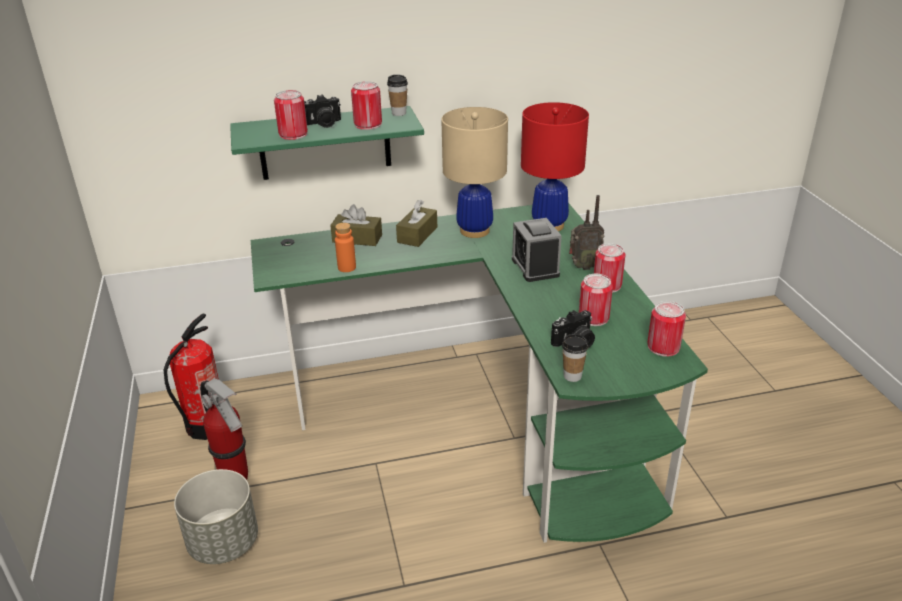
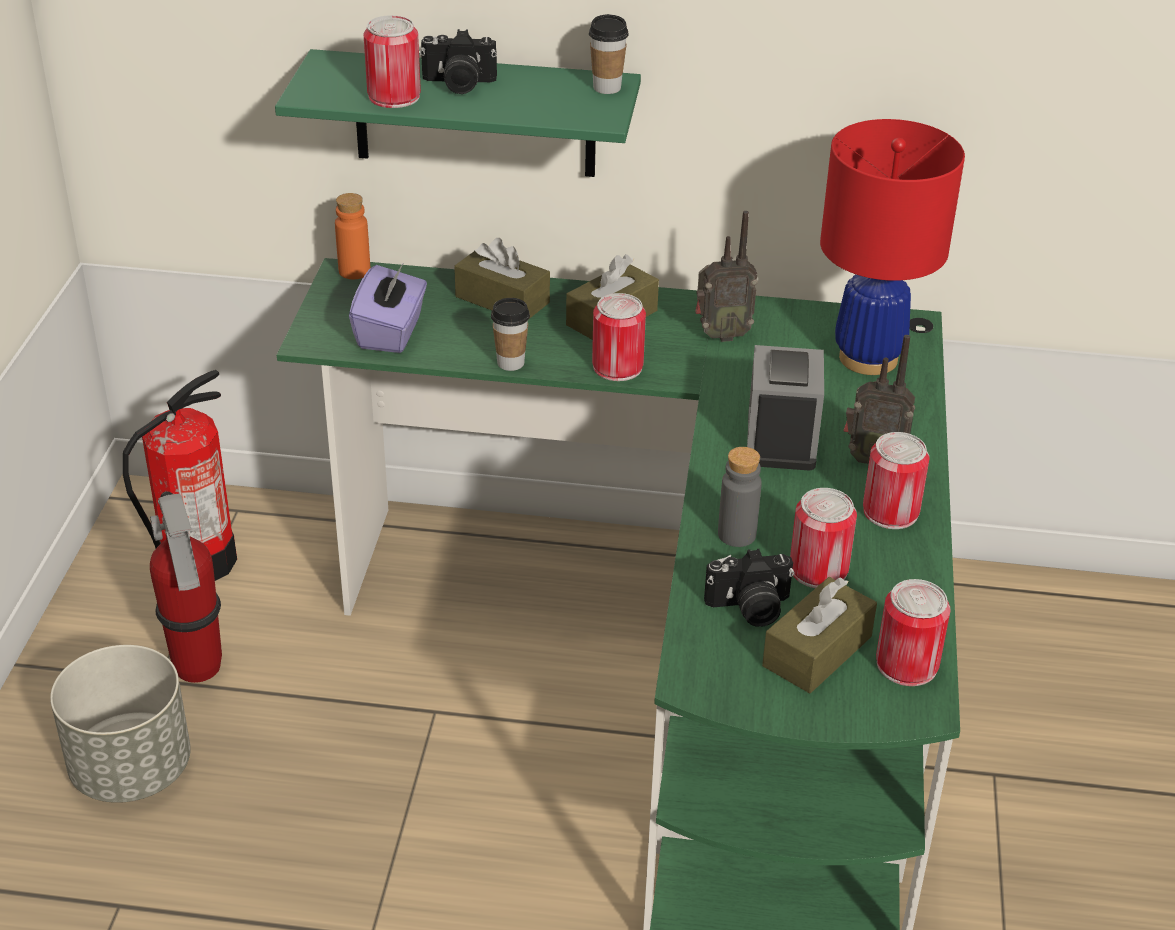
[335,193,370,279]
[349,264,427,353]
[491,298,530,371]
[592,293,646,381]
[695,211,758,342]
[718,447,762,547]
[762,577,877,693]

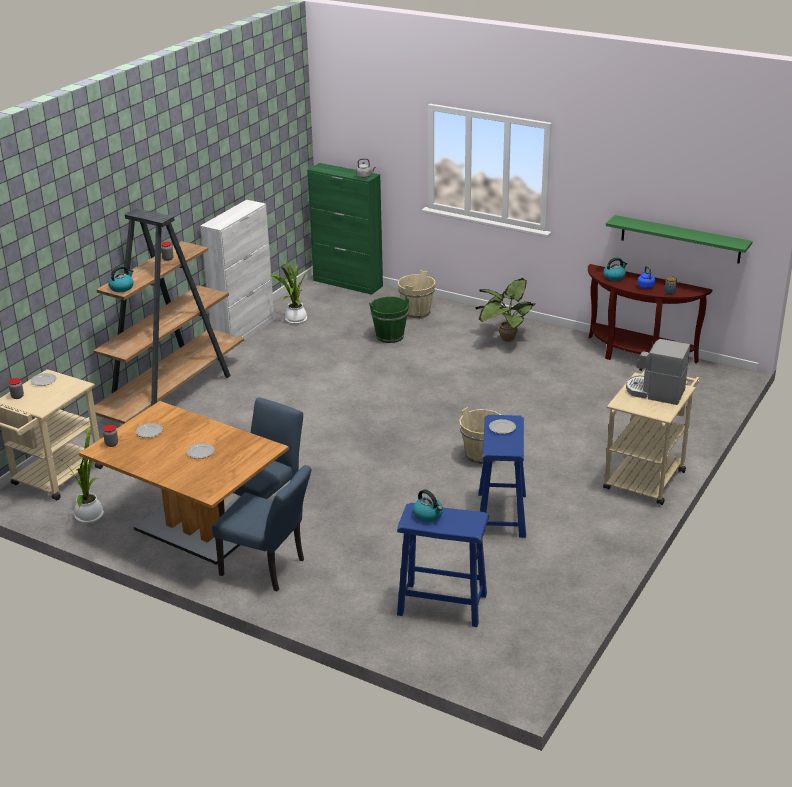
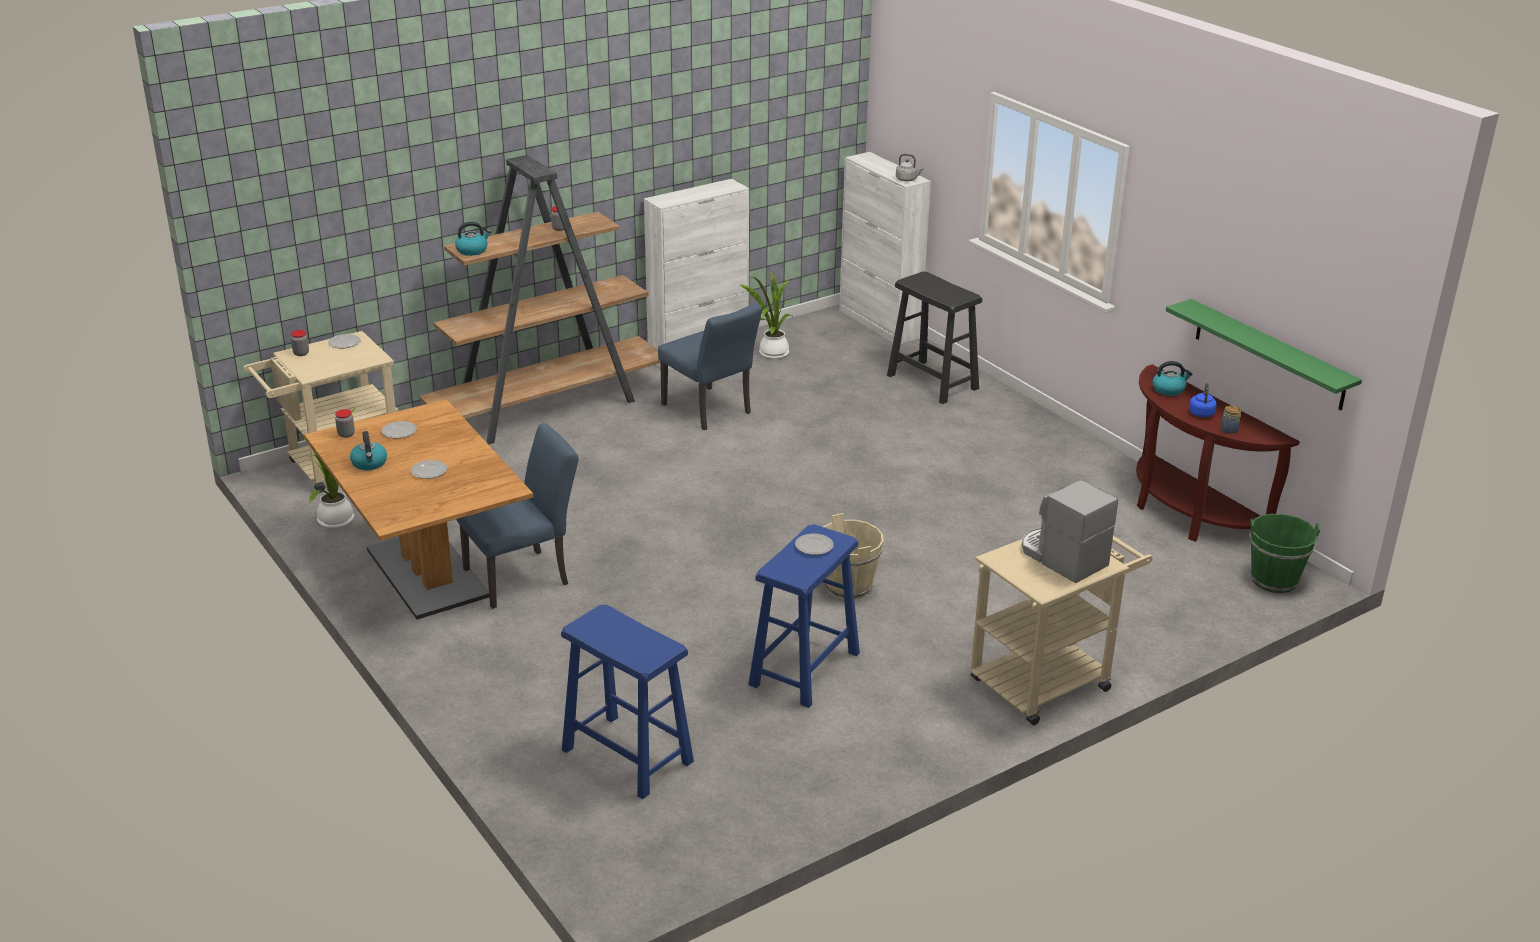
[350,431,387,470]
[658,303,762,430]
[839,152,931,344]
[887,271,982,404]
[1249,514,1320,593]
[475,278,535,342] (first image)

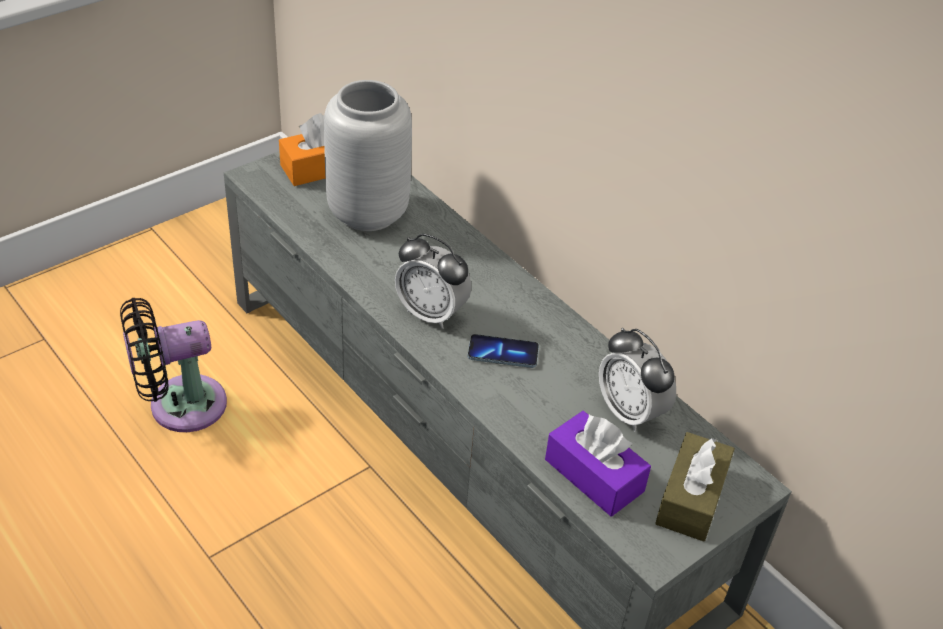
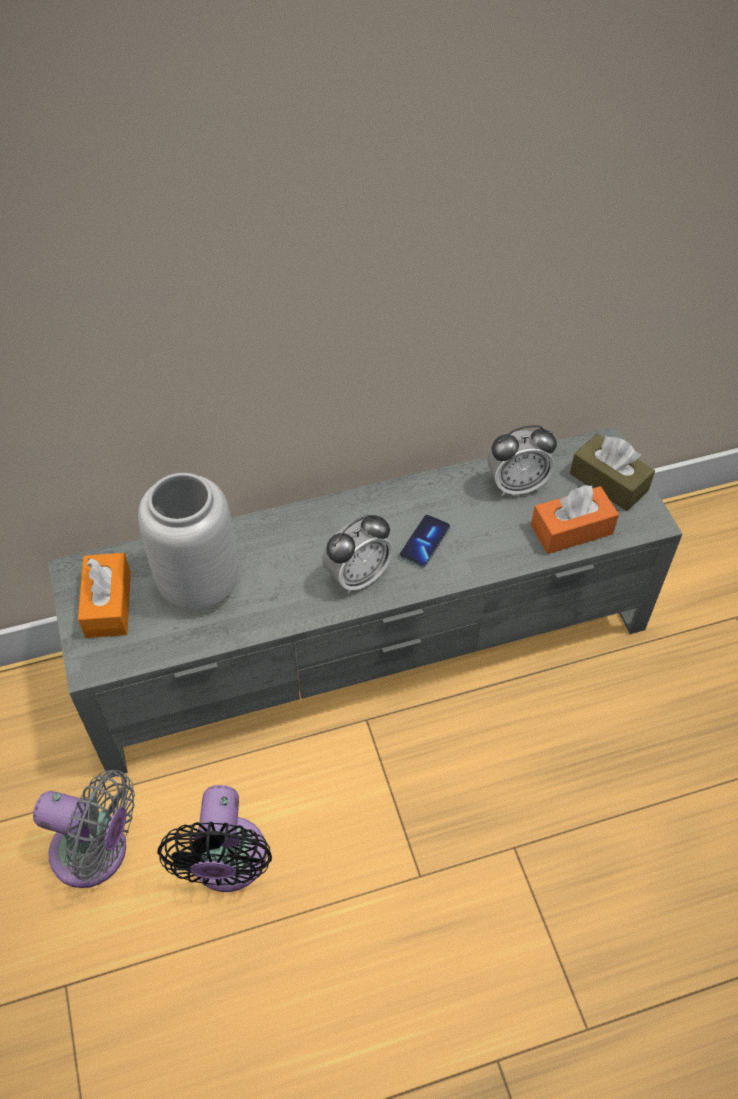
[33,770,135,888]
[531,485,619,554]

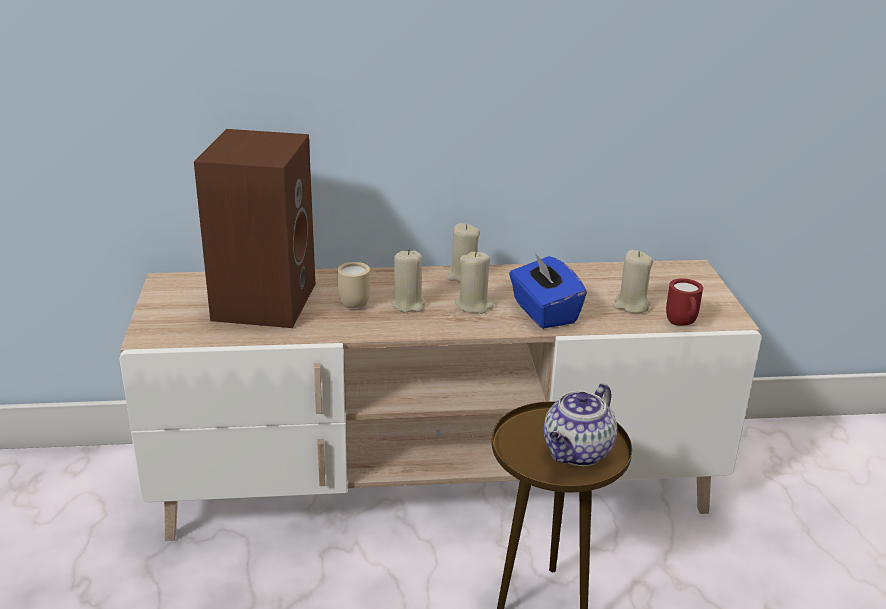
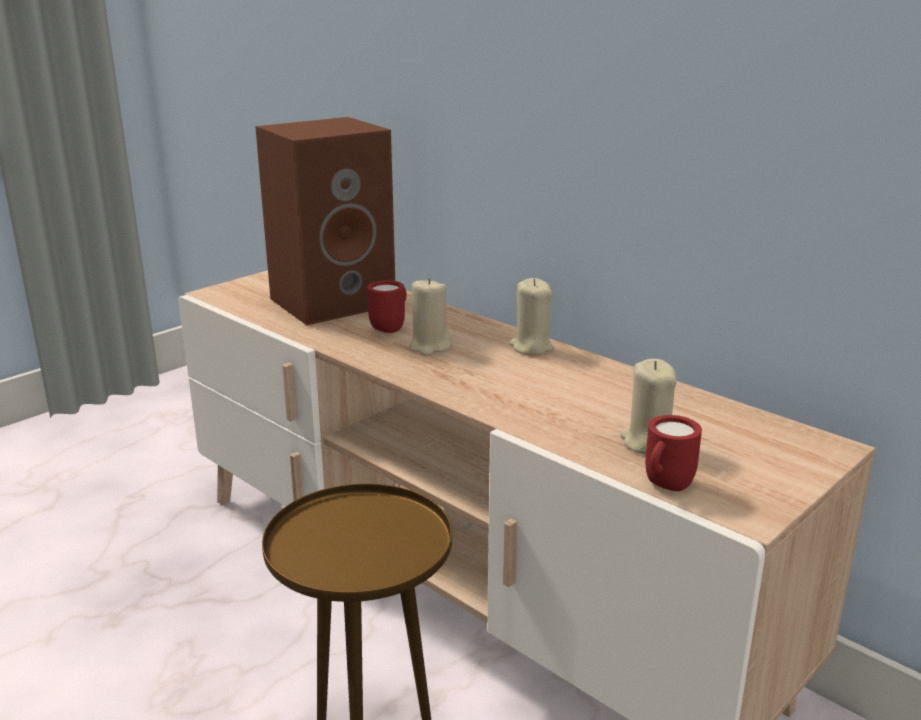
[367,280,407,333]
[455,251,494,314] (first image)
[509,253,587,329] (first image)
[544,383,617,466] (first image)

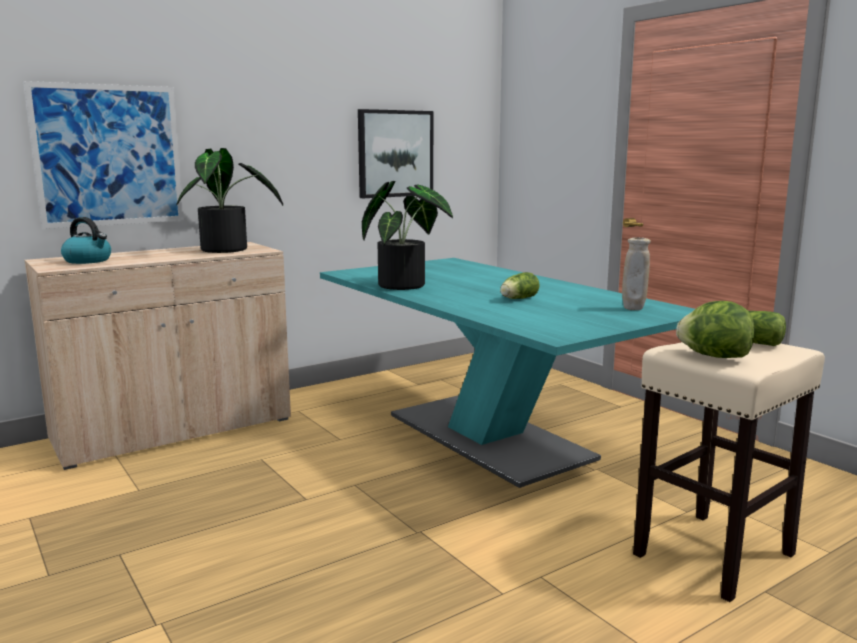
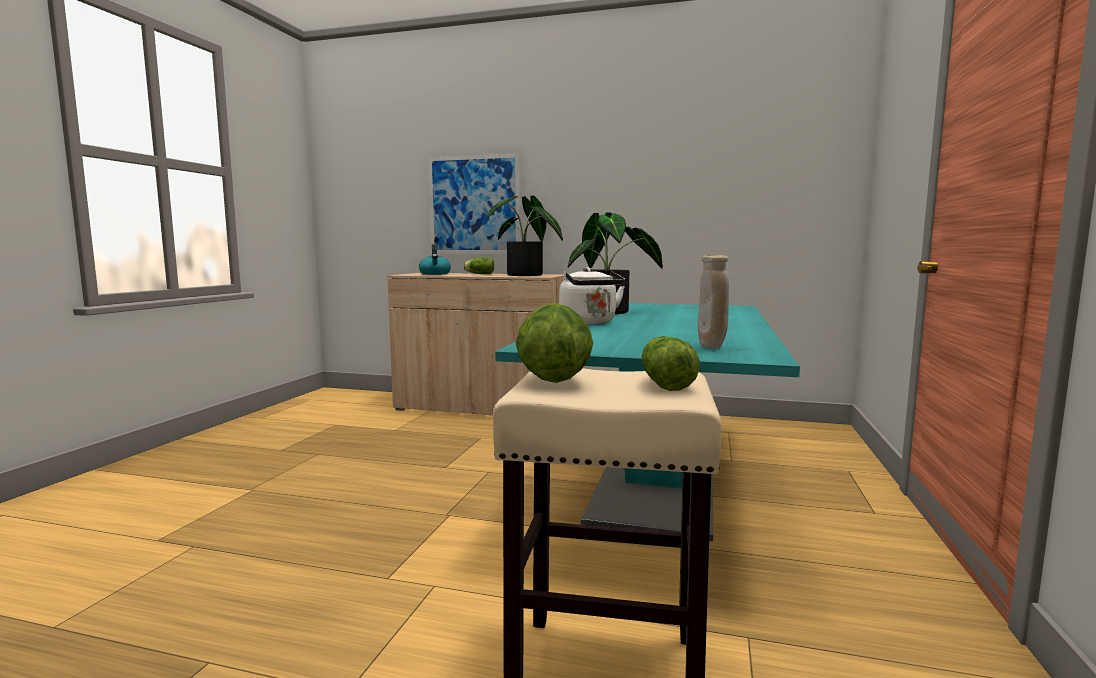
[463,257,494,274]
[559,267,625,325]
[358,109,433,198] (first image)

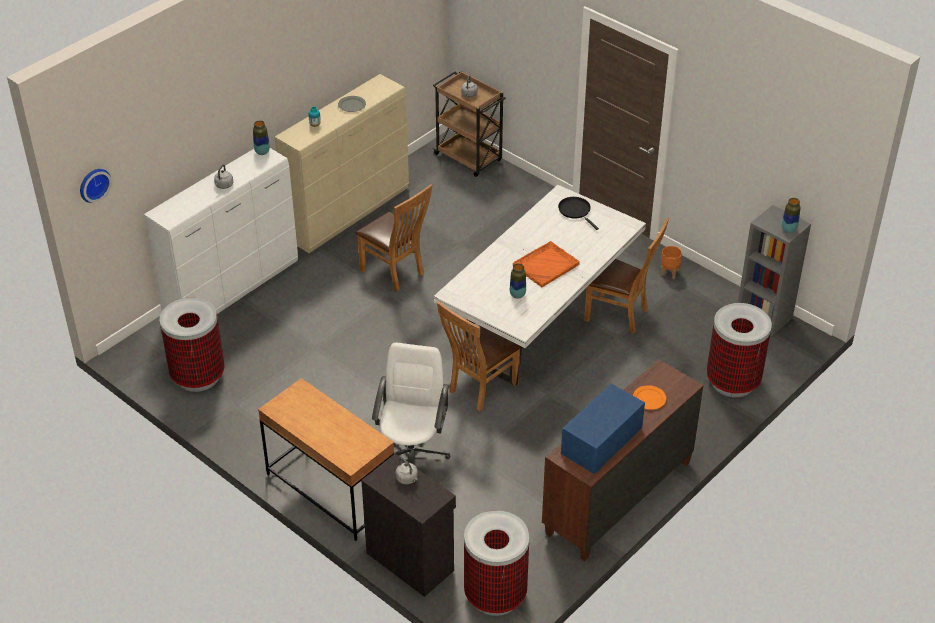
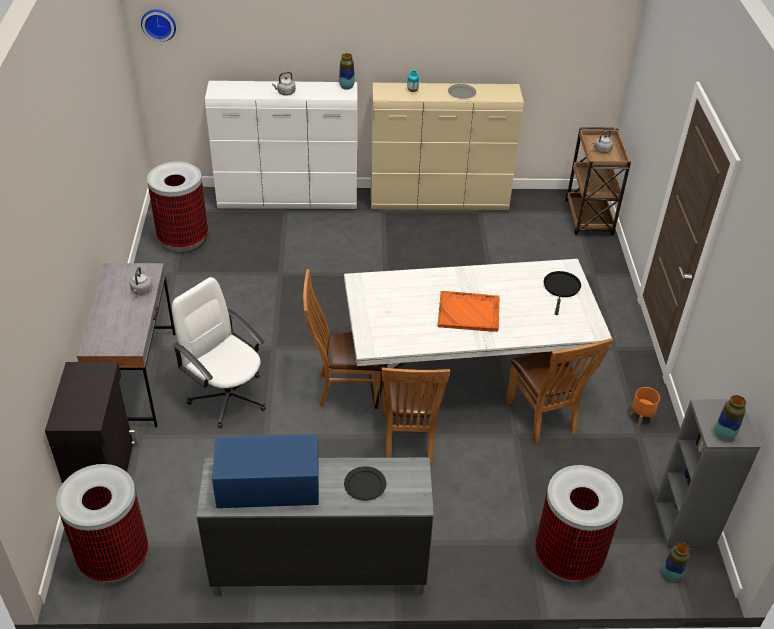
[77,263,175,427]
[130,267,152,295]
[172,277,266,429]
[196,458,434,596]
[344,466,386,501]
[382,367,450,462]
[663,542,690,581]

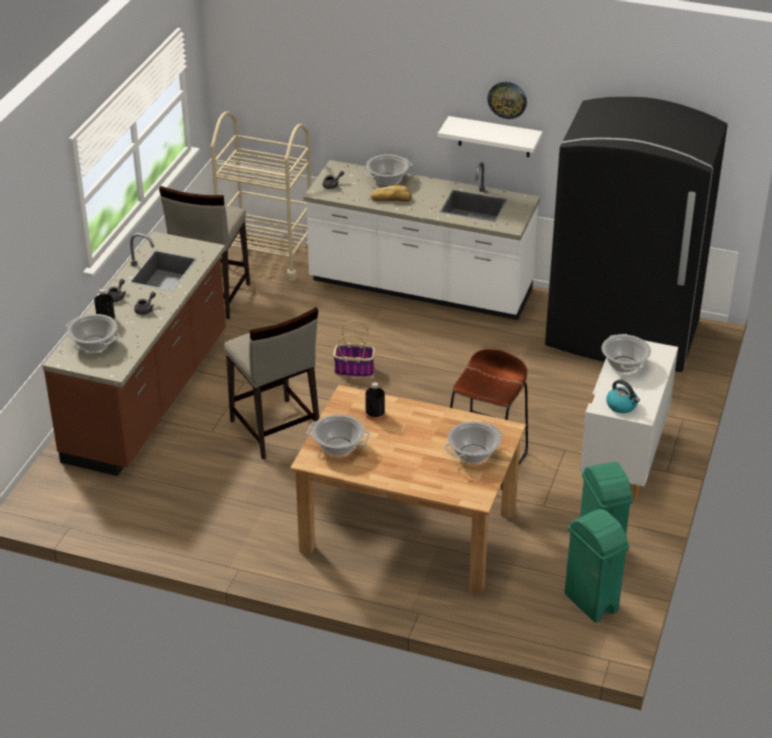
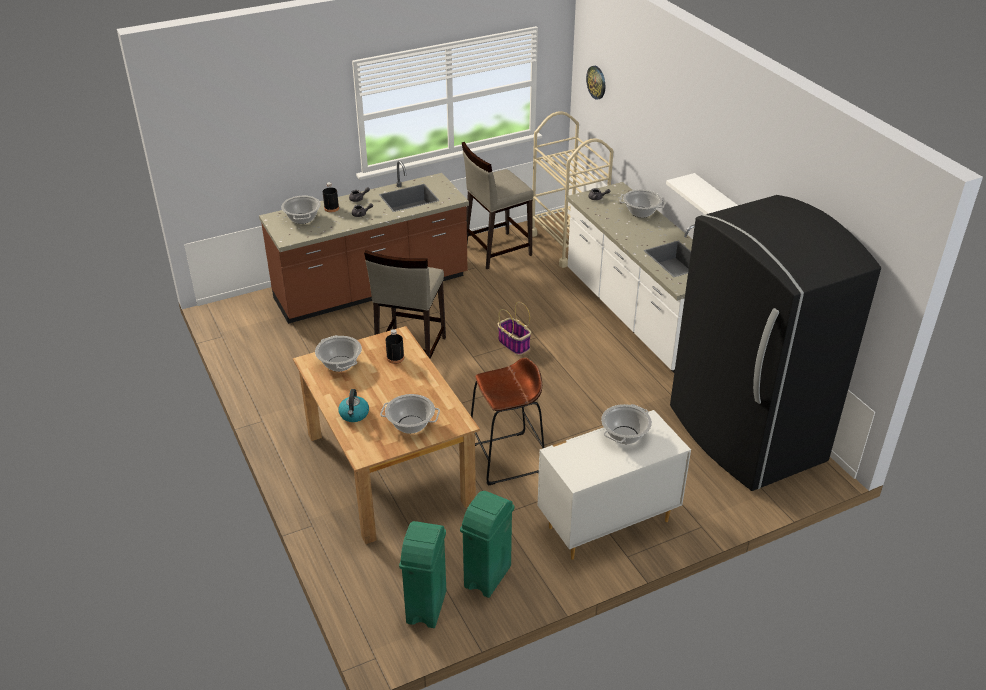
[338,389,369,422]
[586,66,605,100]
[371,185,412,202] (first image)

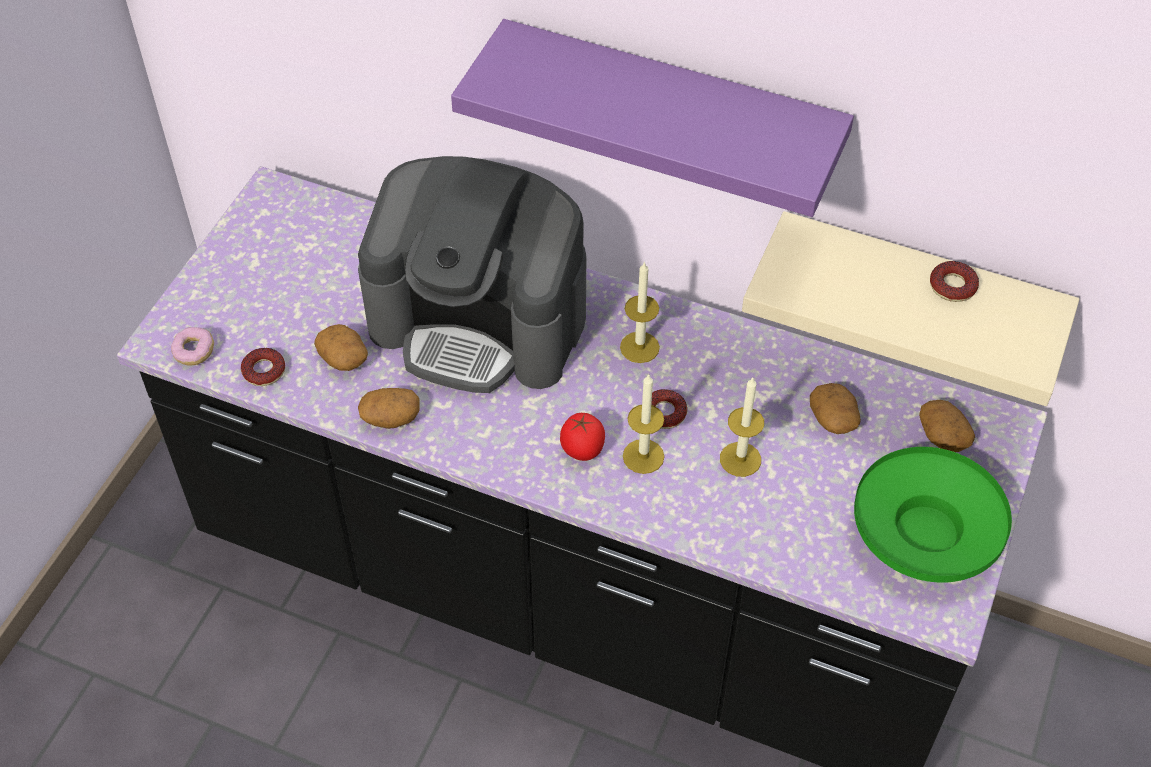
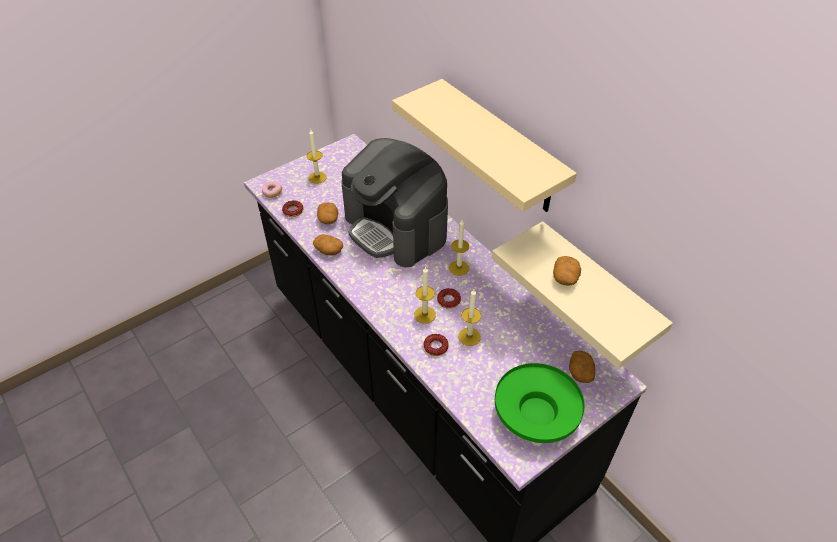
[307,130,327,184]
[392,79,577,212]
[423,334,449,356]
[553,256,581,286]
[560,413,605,461] (first image)

